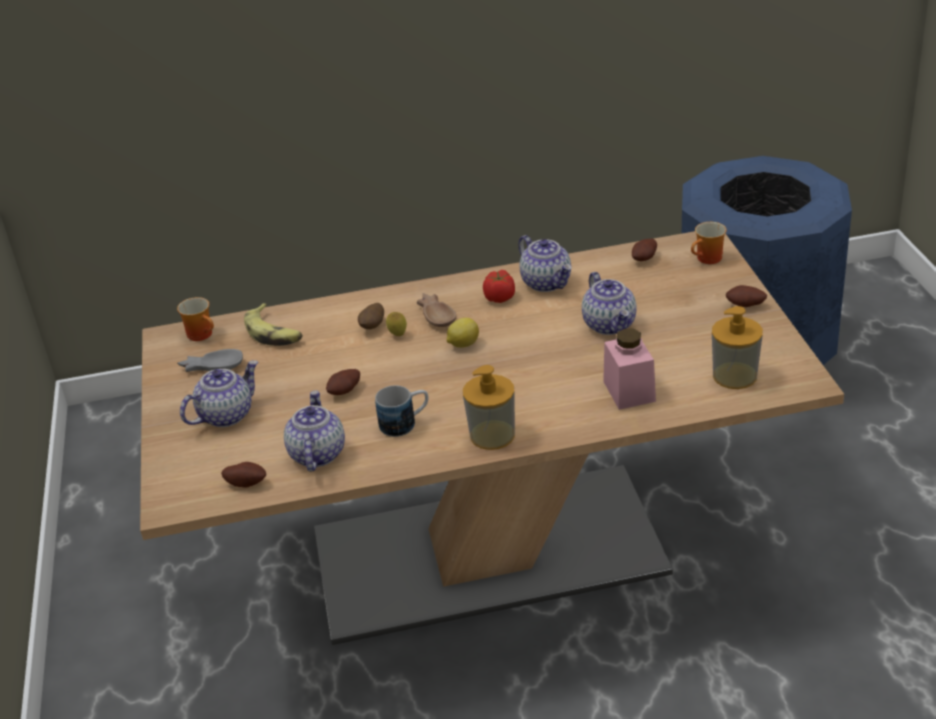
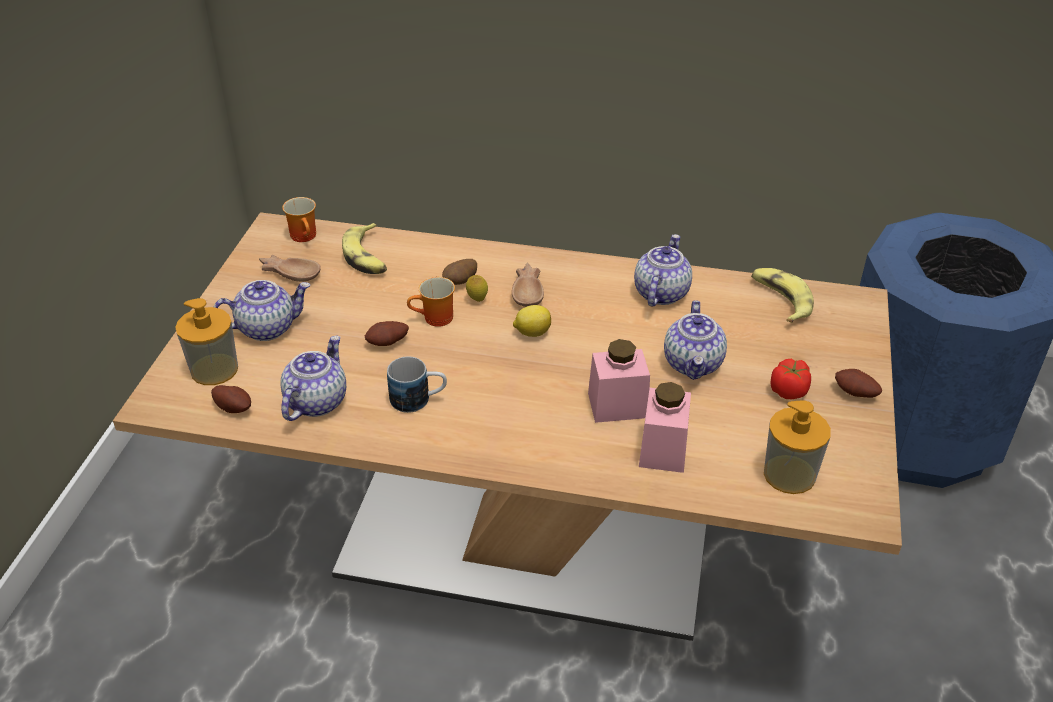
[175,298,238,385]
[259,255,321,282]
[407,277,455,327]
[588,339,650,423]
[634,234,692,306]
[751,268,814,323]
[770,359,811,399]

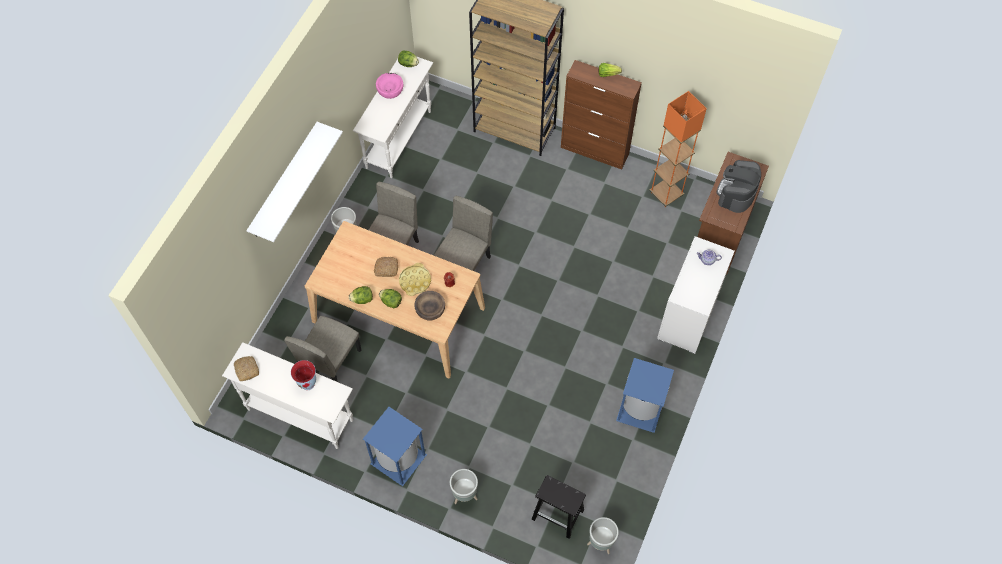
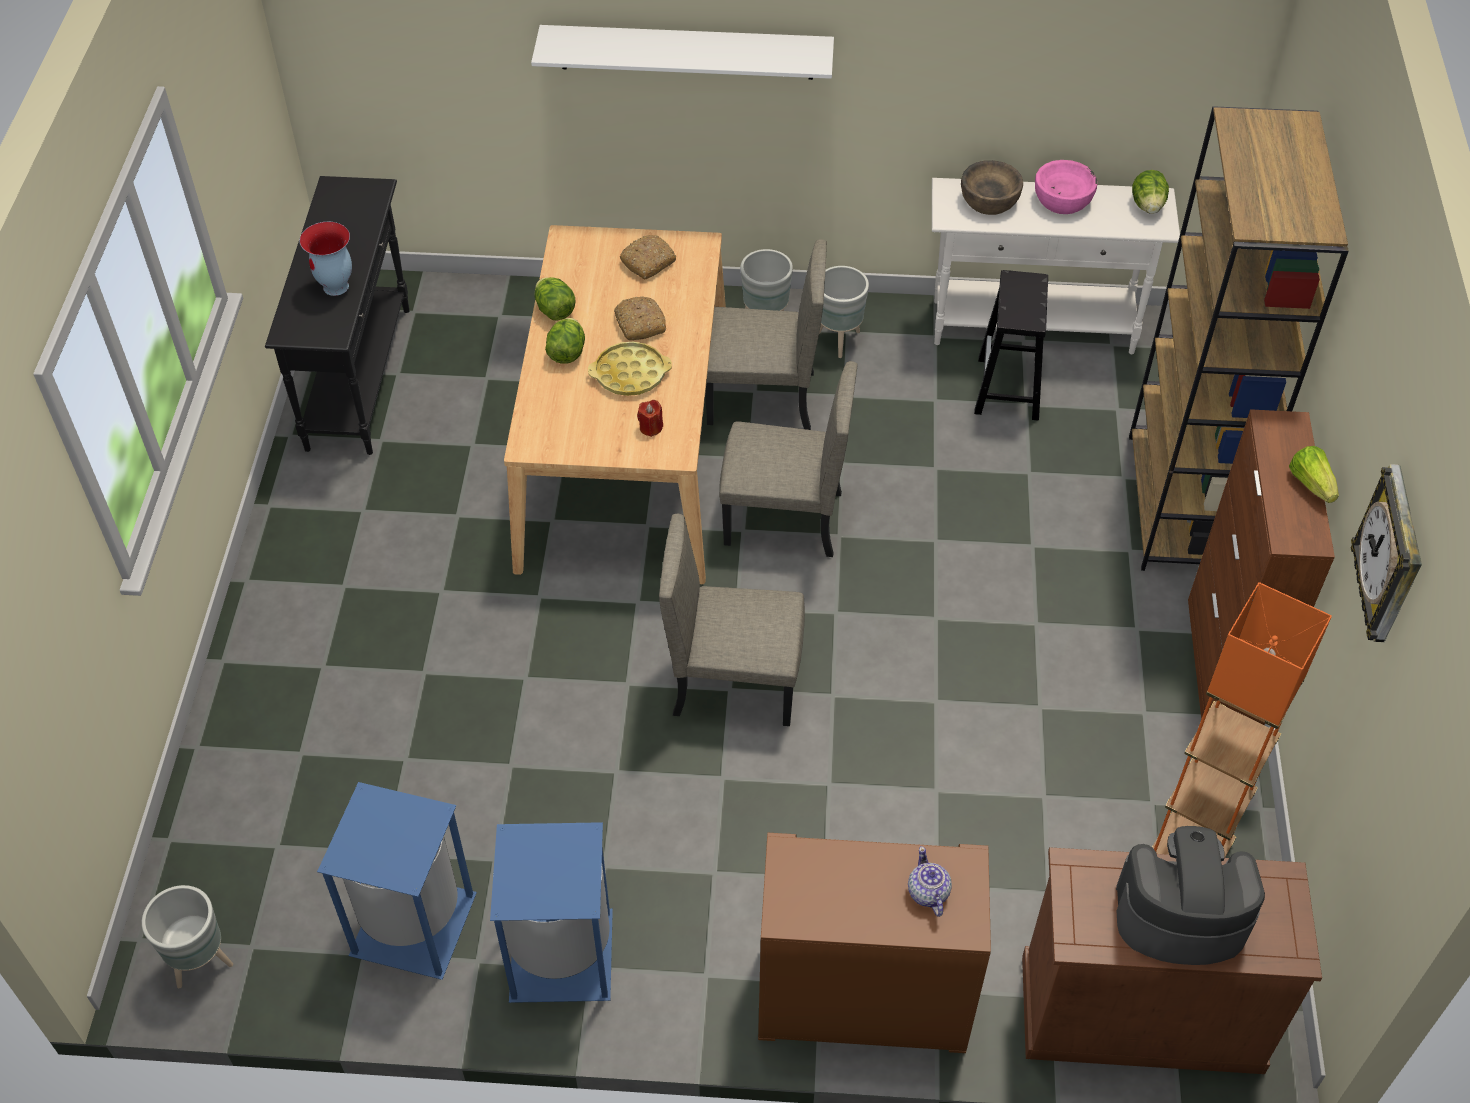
[265,176,410,455]
[317,782,477,980]
[620,235,676,279]
[659,514,805,726]
[758,833,991,1053]
[819,266,869,358]
[961,160,1023,215]
[974,270,1048,421]
[1351,464,1422,642]

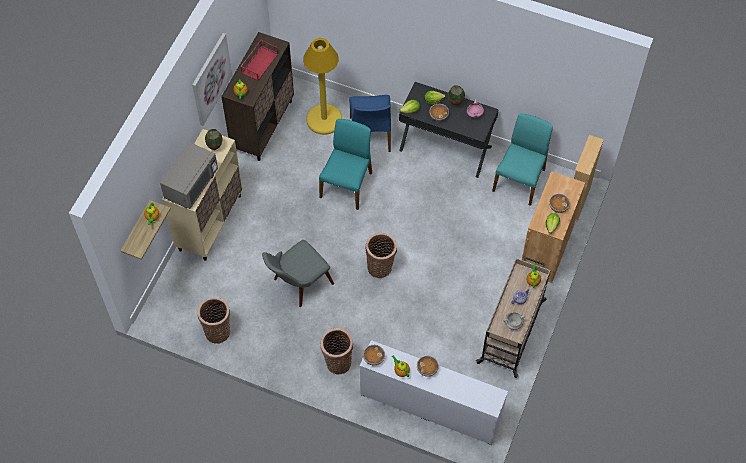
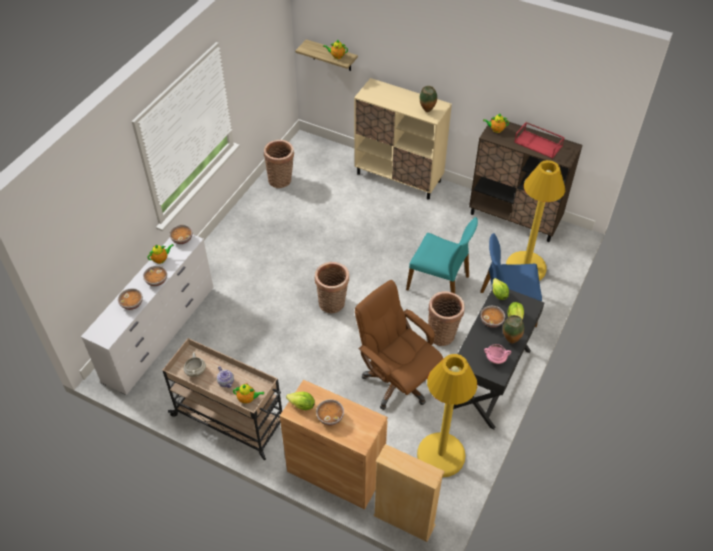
[118,288,143,310]
[355,280,443,410]
[417,354,477,477]
[428,291,465,346]
[160,142,218,209] (first image)
[192,33,232,126] (first image)
[262,240,334,307] (first image)

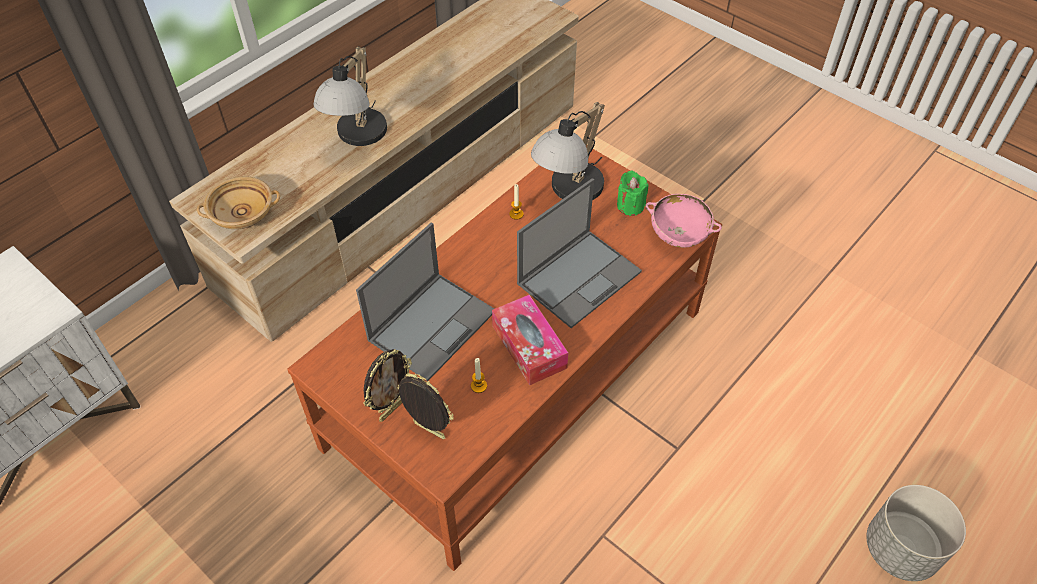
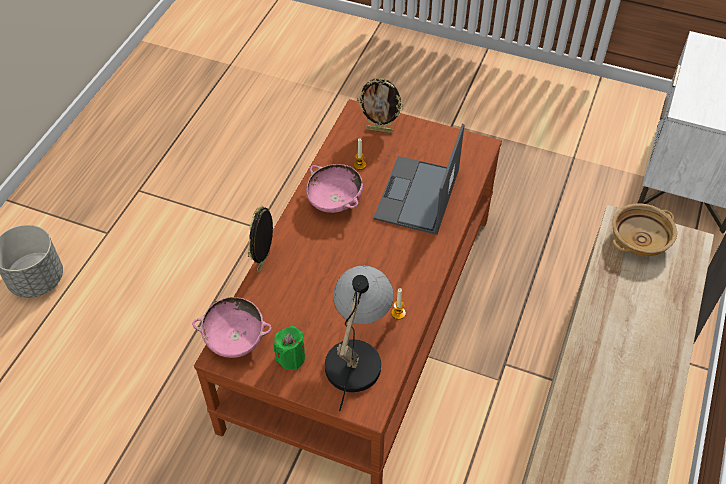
[248,205,273,272]
[306,164,363,213]
[314,47,387,146] (first image)
[517,178,642,328] (first image)

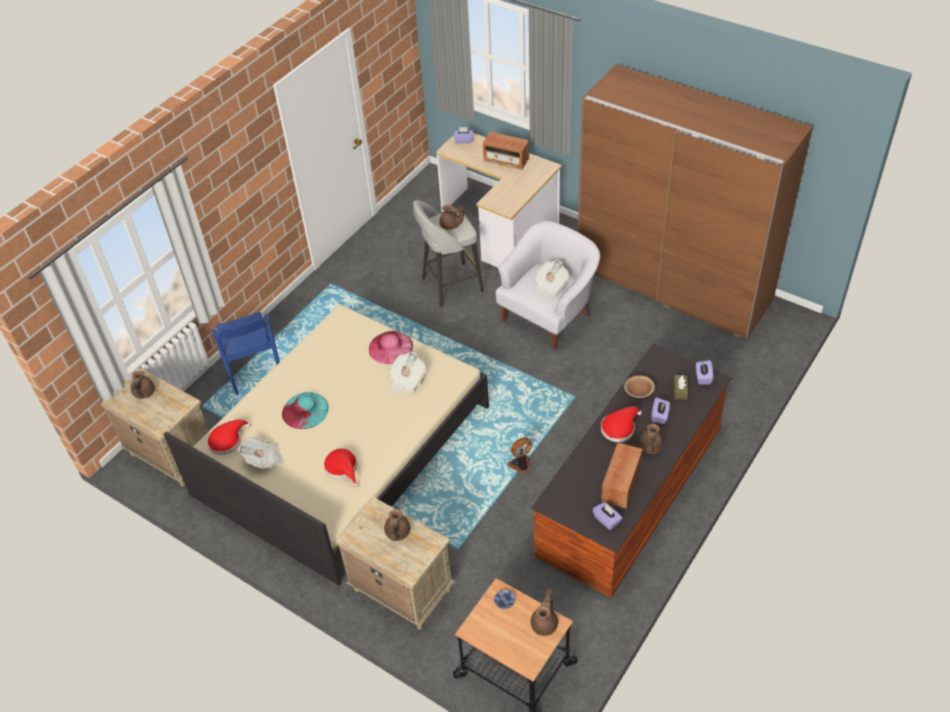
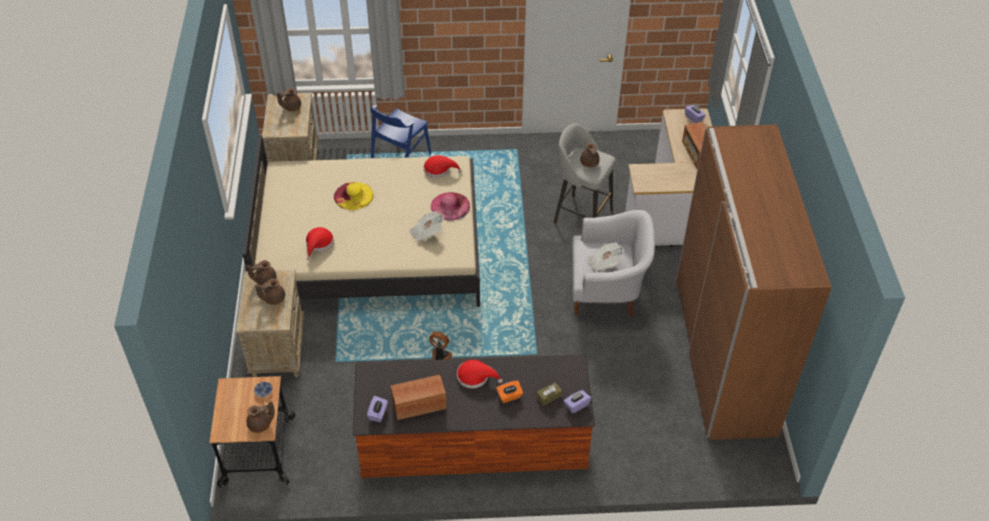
[246,260,276,286]
[334,182,374,210]
[423,155,462,178]
[496,381,523,403]
[238,437,285,469] (first image)
[624,375,655,398] (first image)

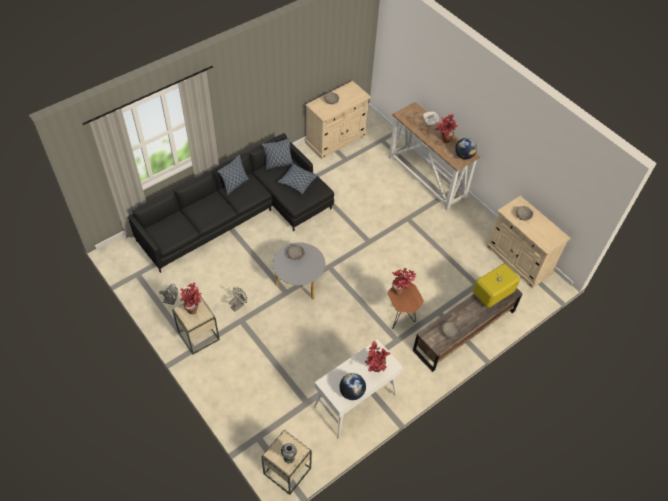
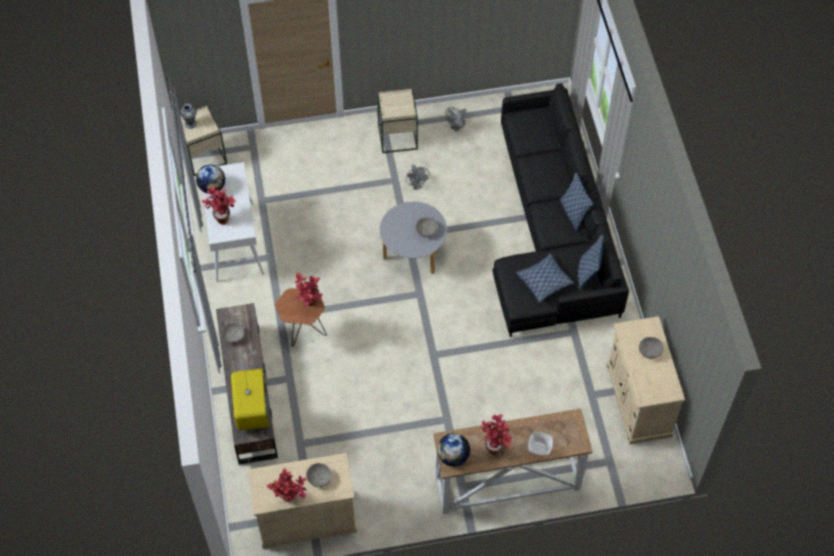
[267,468,307,503]

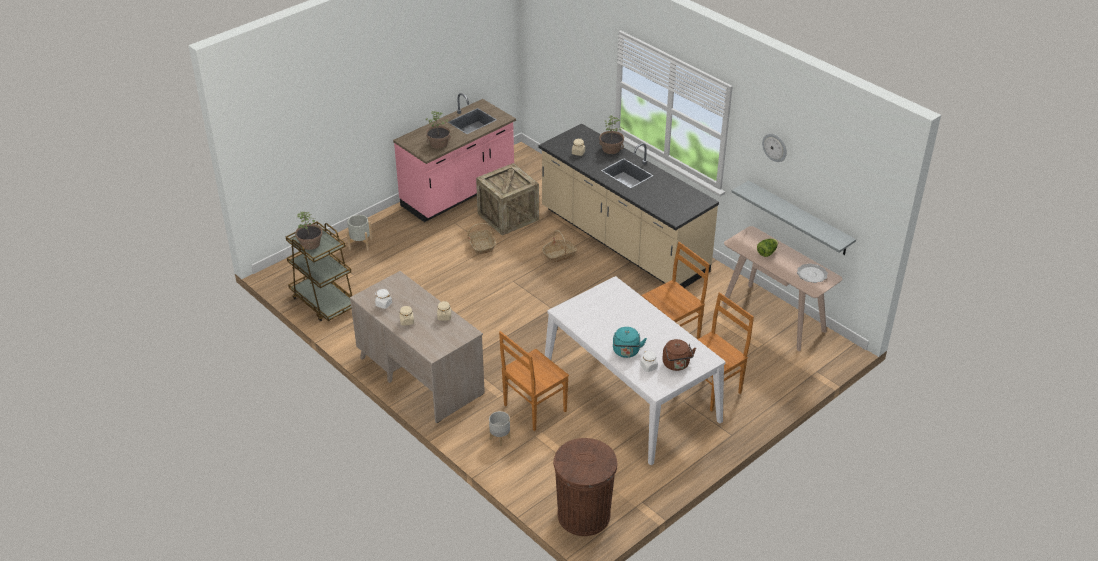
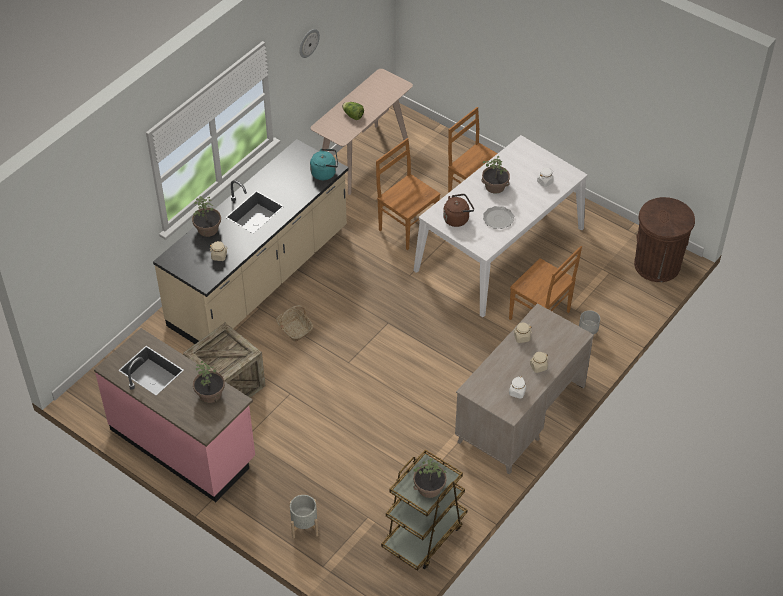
[310,149,338,180]
[443,194,474,227]
[481,156,510,193]
[483,206,514,229]
[467,223,496,255] (first image)
[732,180,856,255] (first image)

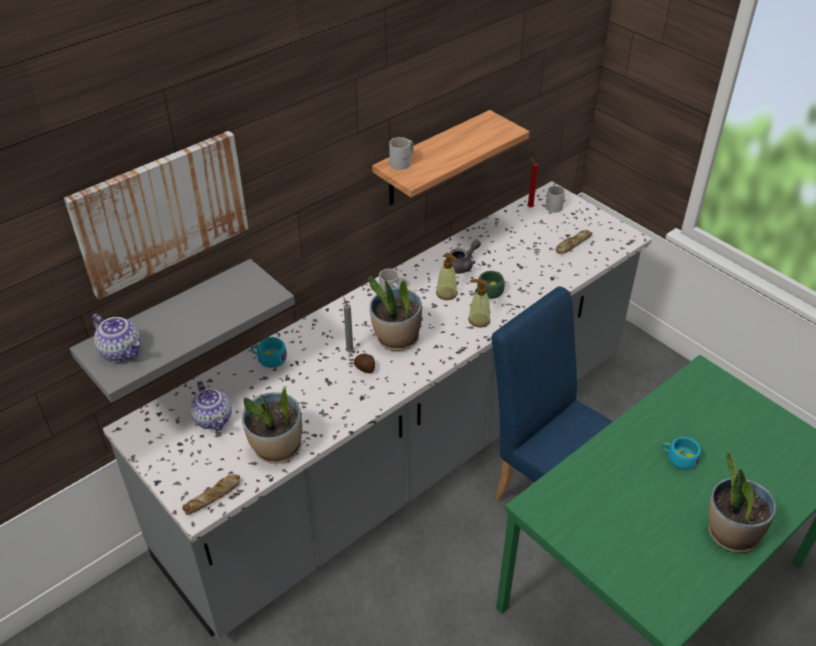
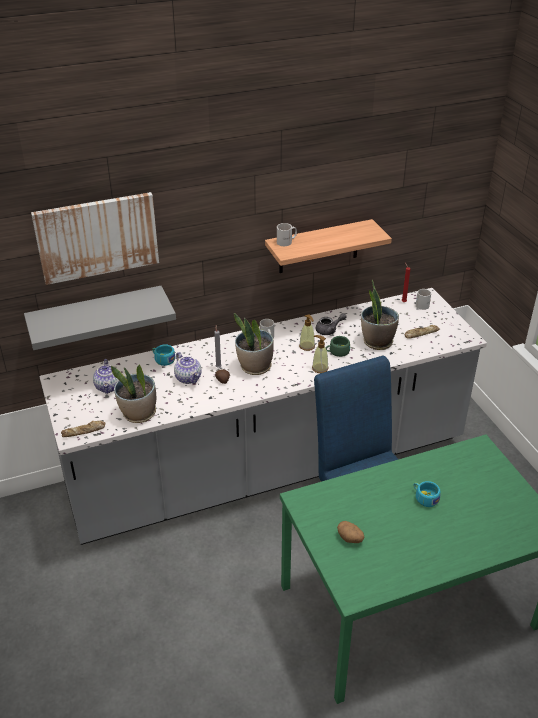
[174,352,202,384]
[337,521,365,543]
[361,280,399,350]

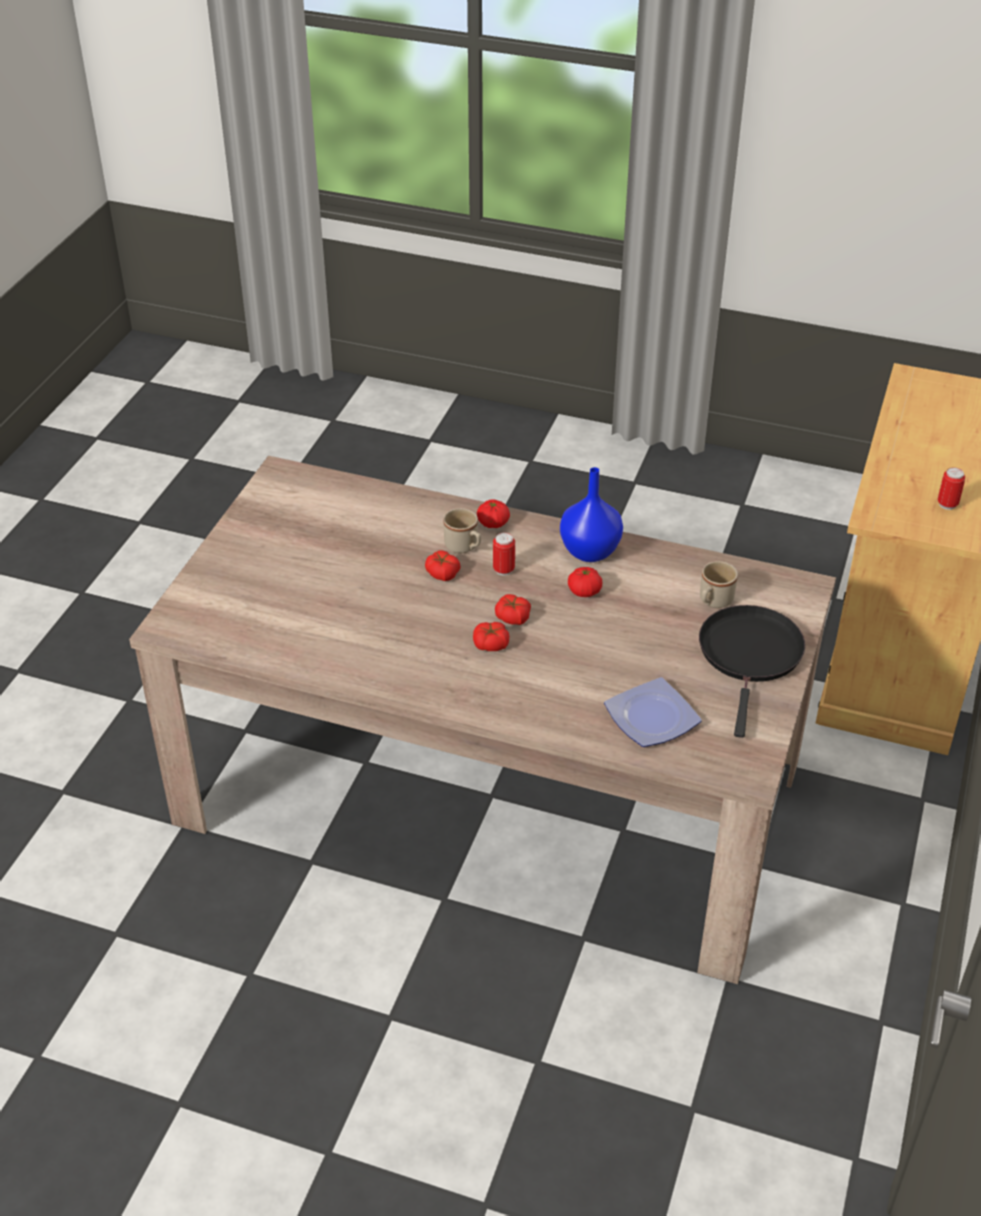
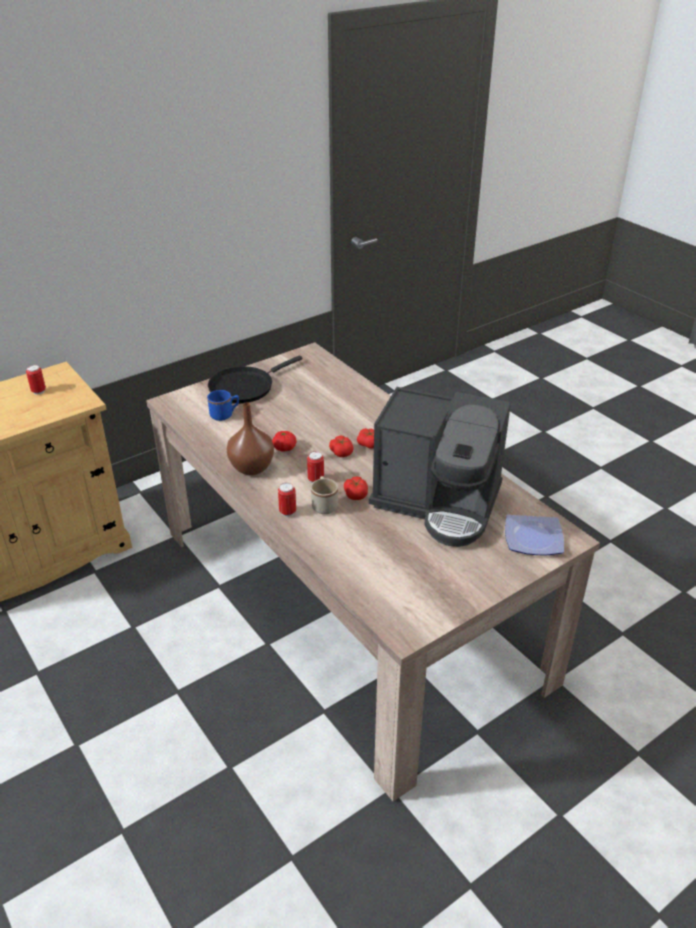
[207,390,239,421]
[227,402,274,475]
[278,483,296,517]
[369,387,511,547]
[505,515,564,556]

